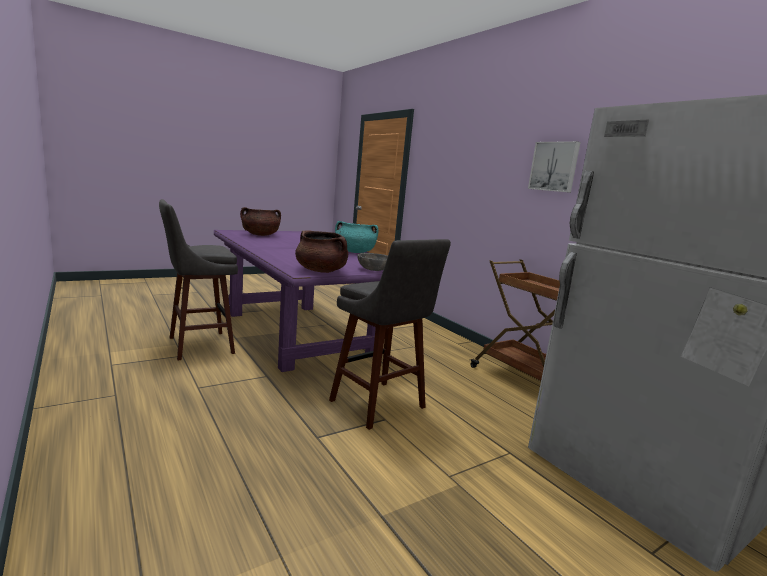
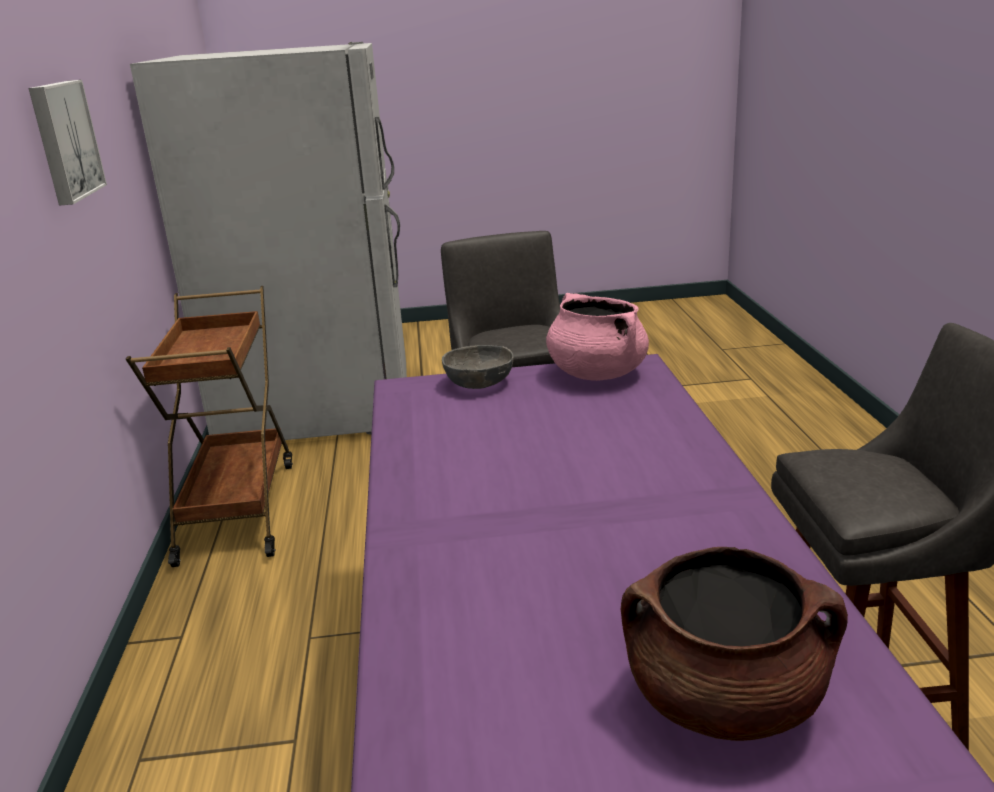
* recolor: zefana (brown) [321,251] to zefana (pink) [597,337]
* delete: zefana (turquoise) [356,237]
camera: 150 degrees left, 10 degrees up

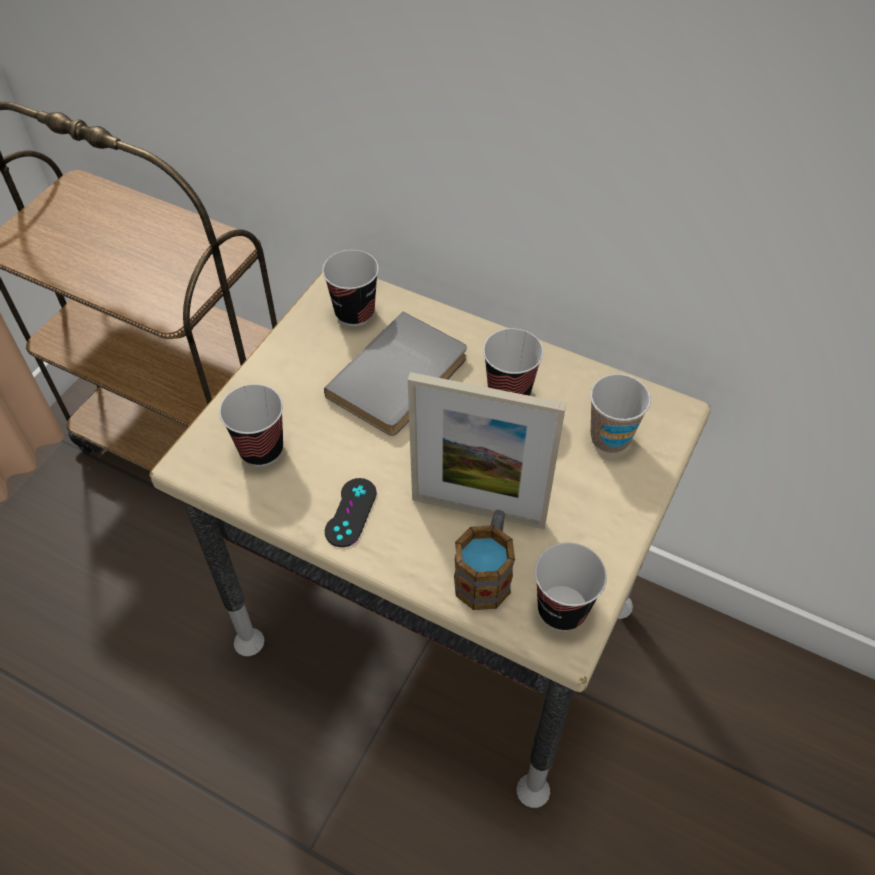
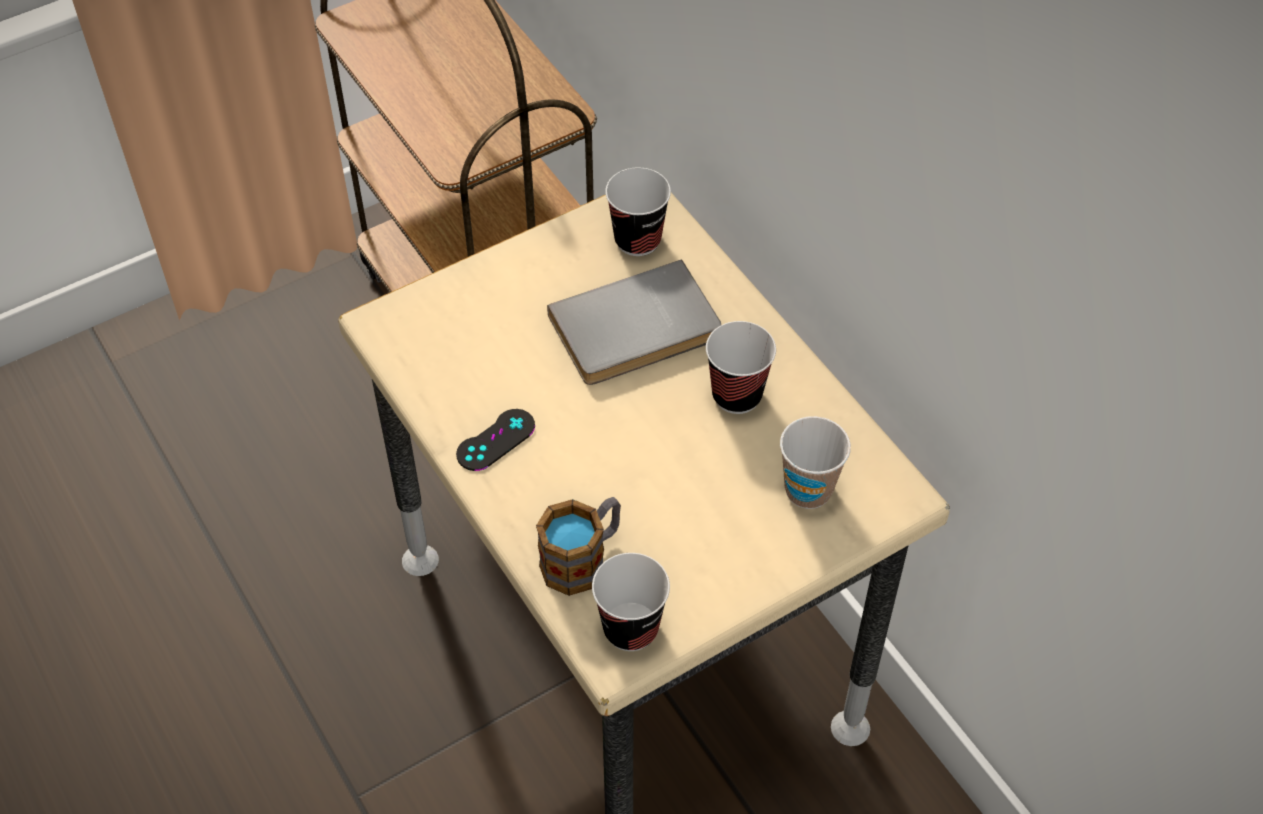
* delete: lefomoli [251,425]
* delete: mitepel [487,450]
camera: 30 degrees right, 0 degrees up

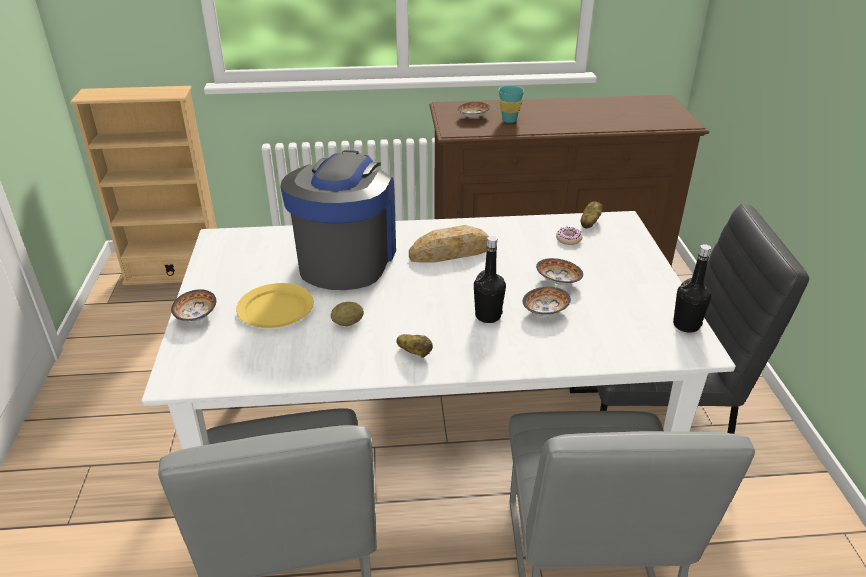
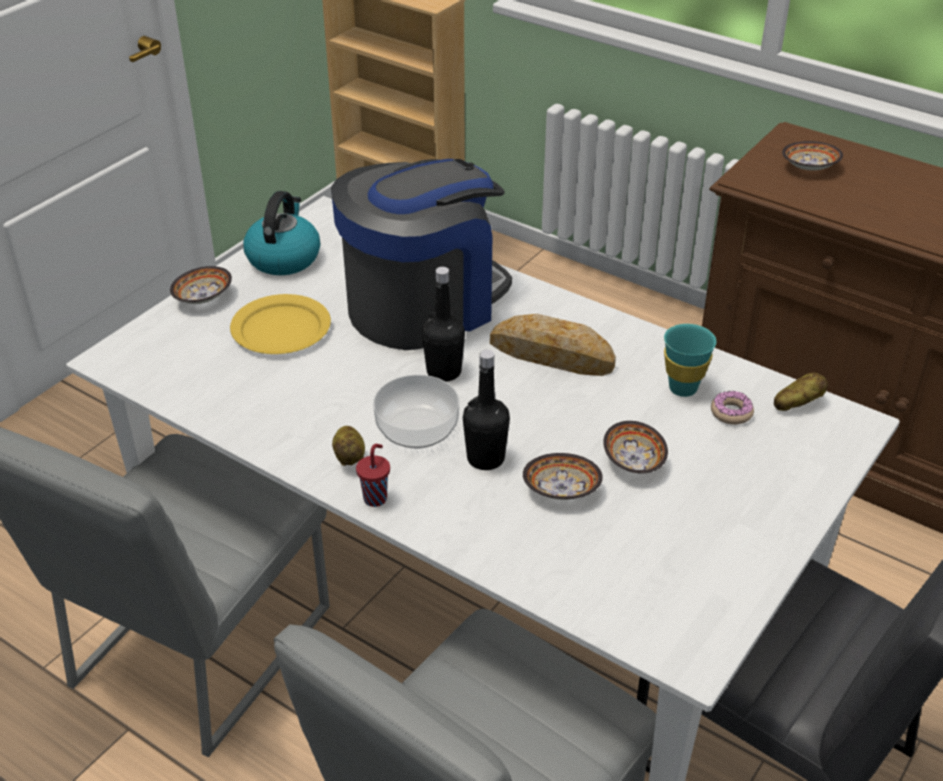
* delete: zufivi [347,314]
* move: lefomoli (turquoise) [511,104] to [690,360]
* move: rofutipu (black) [692,288] to [443,324]
* insert: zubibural [281,233]
* insert: lefomoli (red) [373,475]
* insert: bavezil [416,412]
camera: 40 degrees right, 5 degrees up

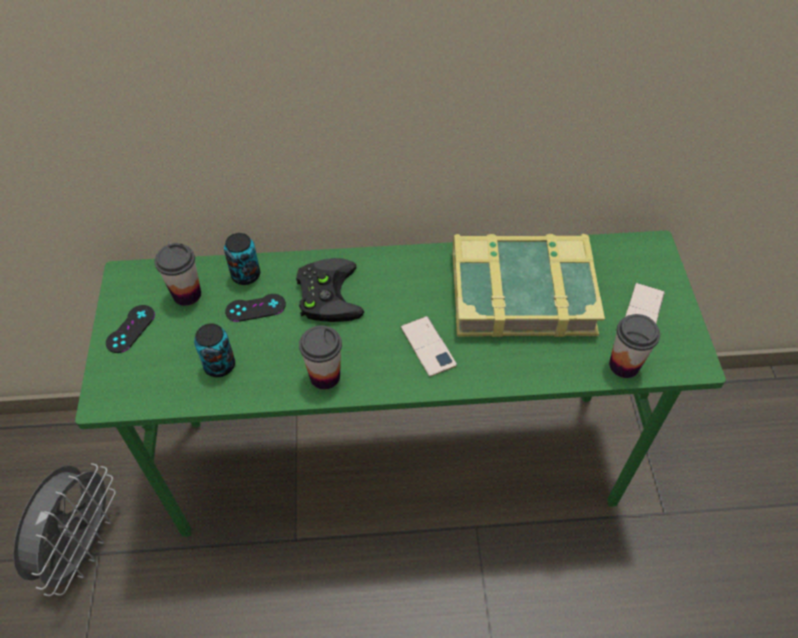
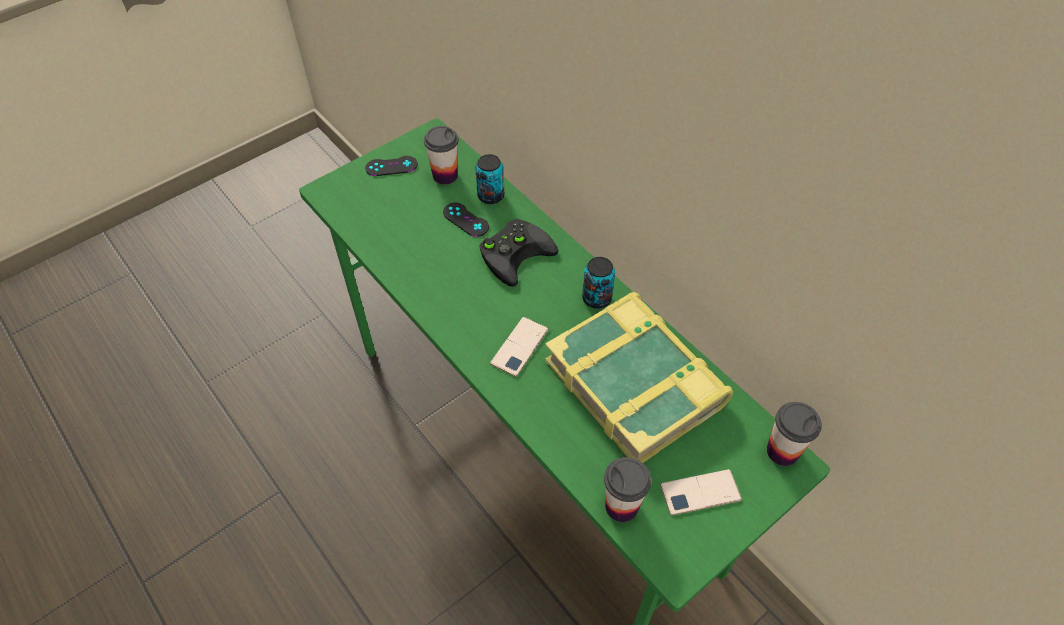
* delete: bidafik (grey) [64,529]
* move: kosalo [214,350] to [598,283]
* move: lefomoli [320,357] to [794,434]
camera: 55 degrees right, 0 degrees up

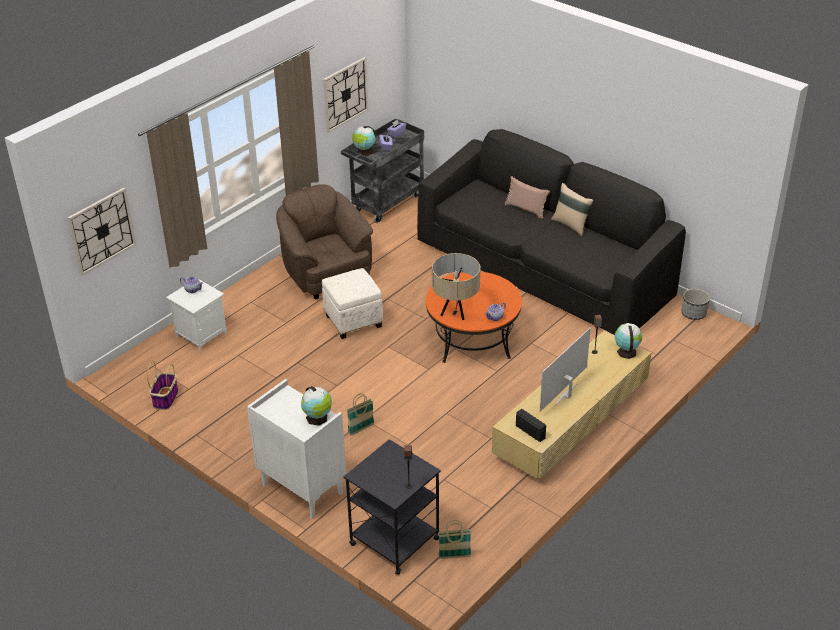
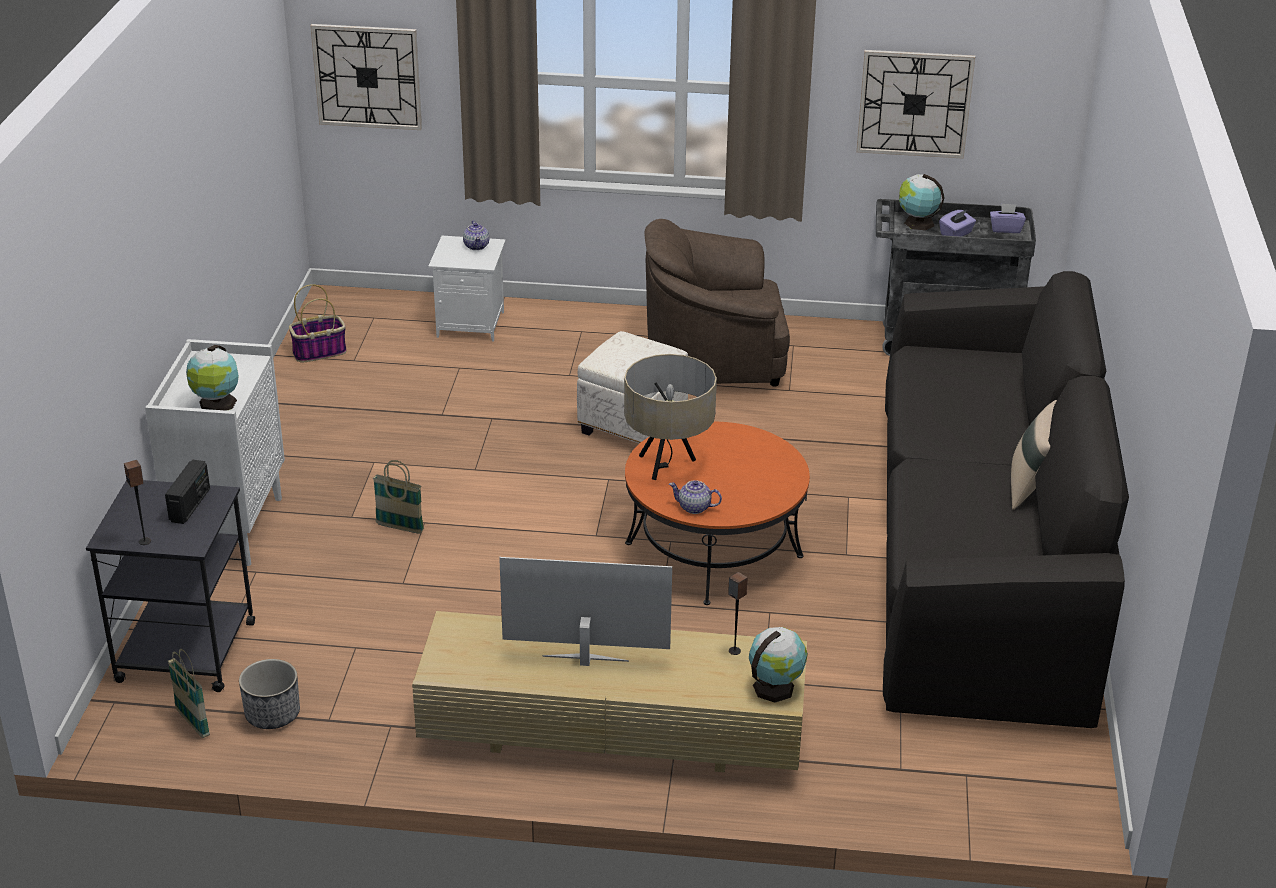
* rotate: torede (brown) [324,241] = [717,303] 120 degrees counterclockwise
* delete: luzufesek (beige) [527,197]
* move: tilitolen [531,425] to [187,492]
* move: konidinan [696,304] to [269,694]
camera: 55 degrees right, 5 degrees down

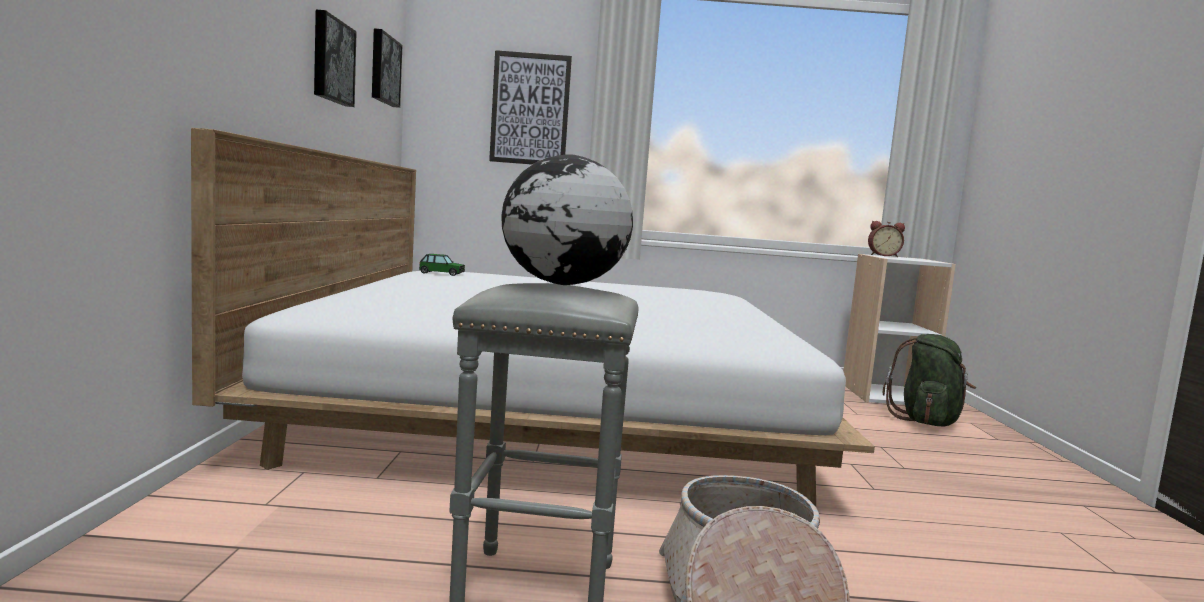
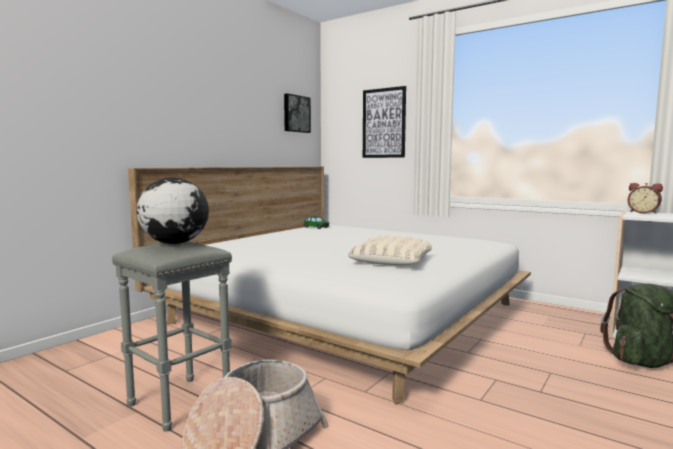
* delete: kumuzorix [335,58]
* insert: luzufesek (beige) [390,250]
camera: 35 degrees right, 0 degrees up

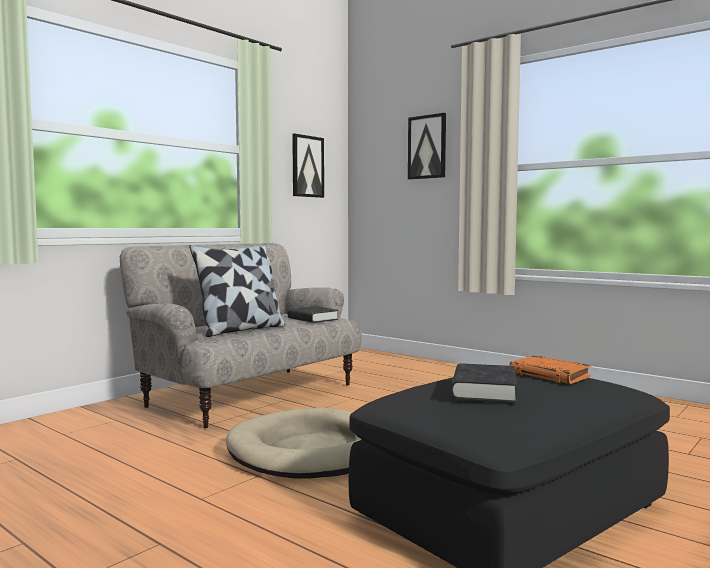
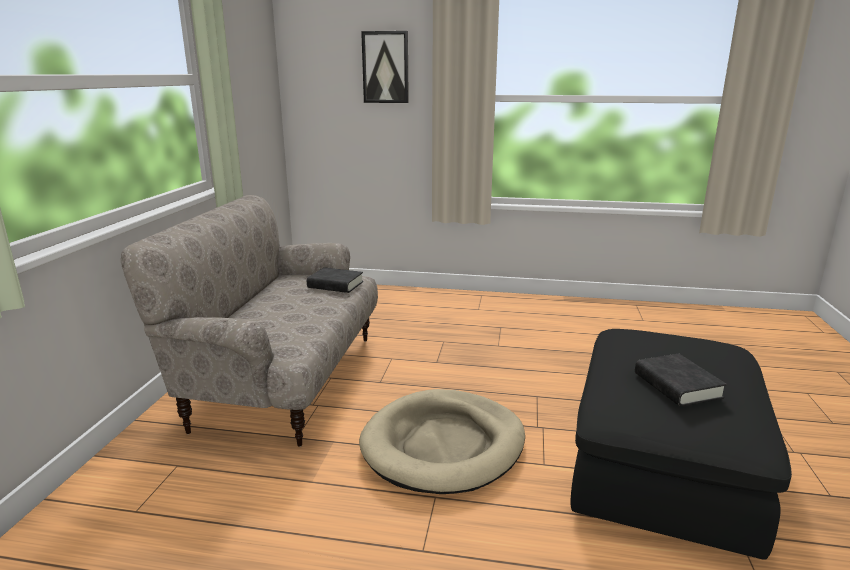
* delete: luzufesek [237,291]
* delete: kumuzorix [308,166]
* delete: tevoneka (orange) [550,369]
camera: 30 degrees left, 15 degrees up

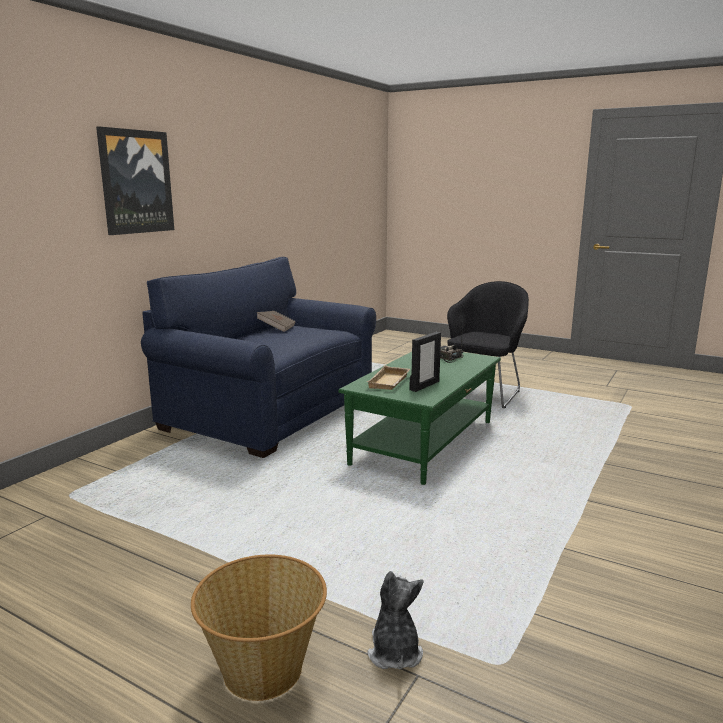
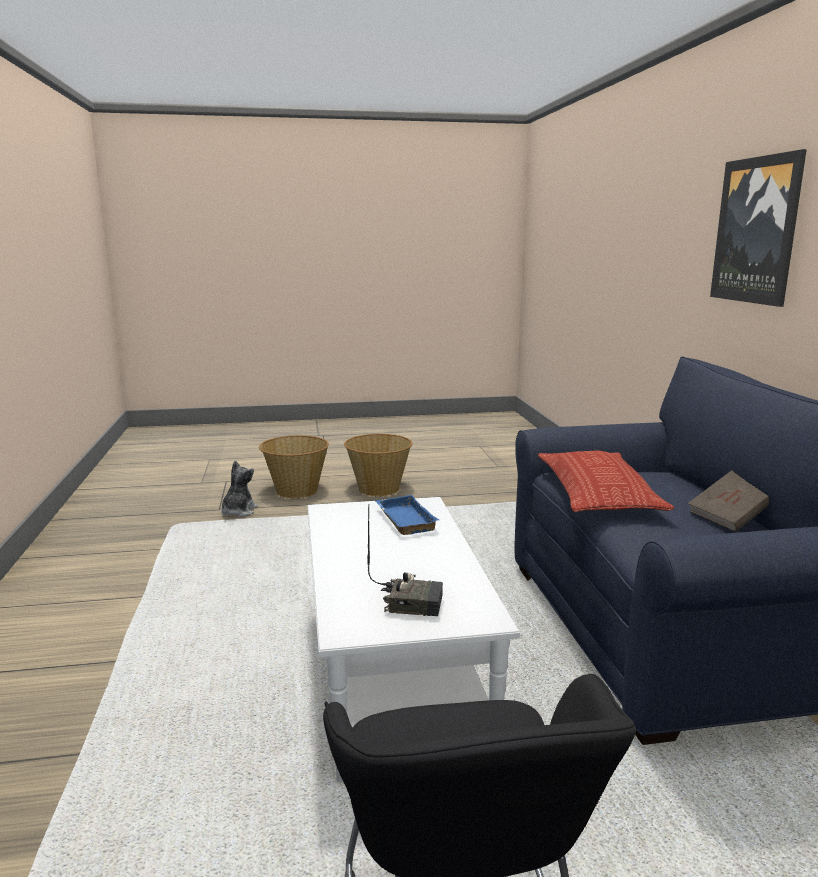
* recolor: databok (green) [419,418] to databok (white) [414,640]
* recolor: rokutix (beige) [388,377] to rokutix (blue) [407,515]
* rotate: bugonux [395,620] = [239,488] 120 degrees counterclockwise
* delete: mitepel [425,362]
* insert: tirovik [378,465]
* insert: luzufesek [606,481]
camera: 140 degrees right, 0 degrees up

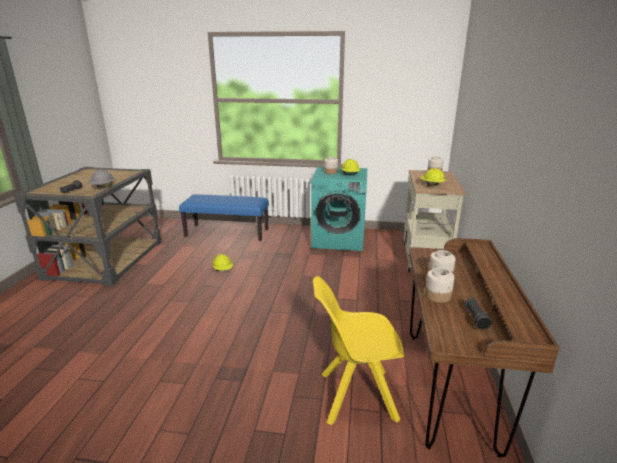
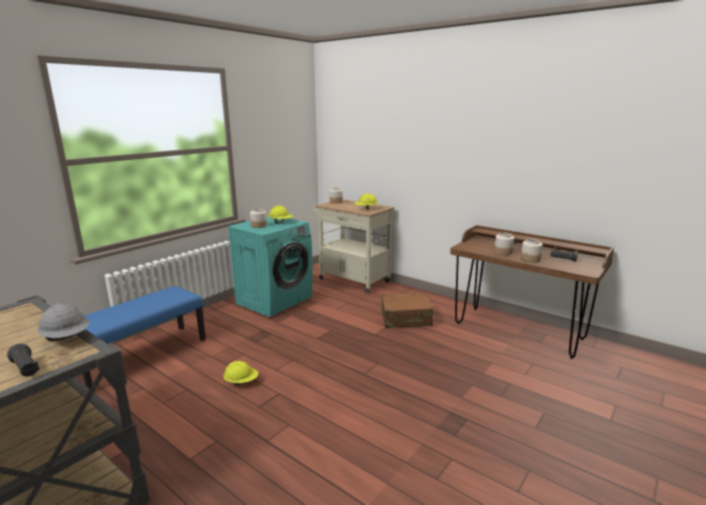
* delete: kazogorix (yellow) [358,350]
* insert: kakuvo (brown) [407,310]
camera: 60 degrees left, 5 degrees down

